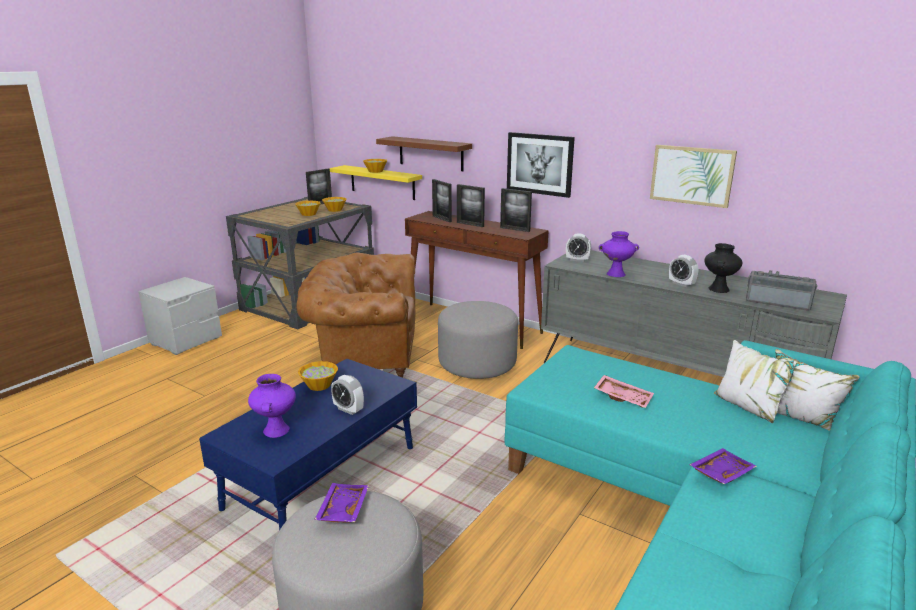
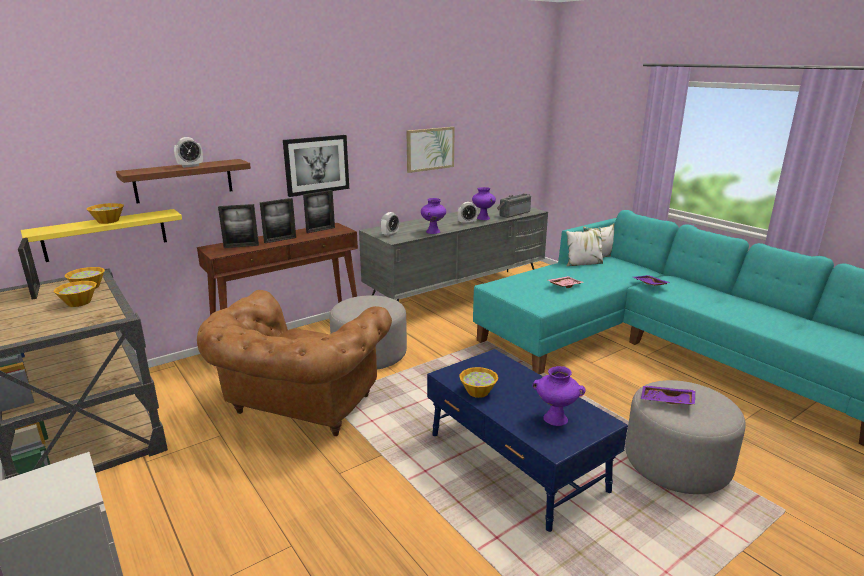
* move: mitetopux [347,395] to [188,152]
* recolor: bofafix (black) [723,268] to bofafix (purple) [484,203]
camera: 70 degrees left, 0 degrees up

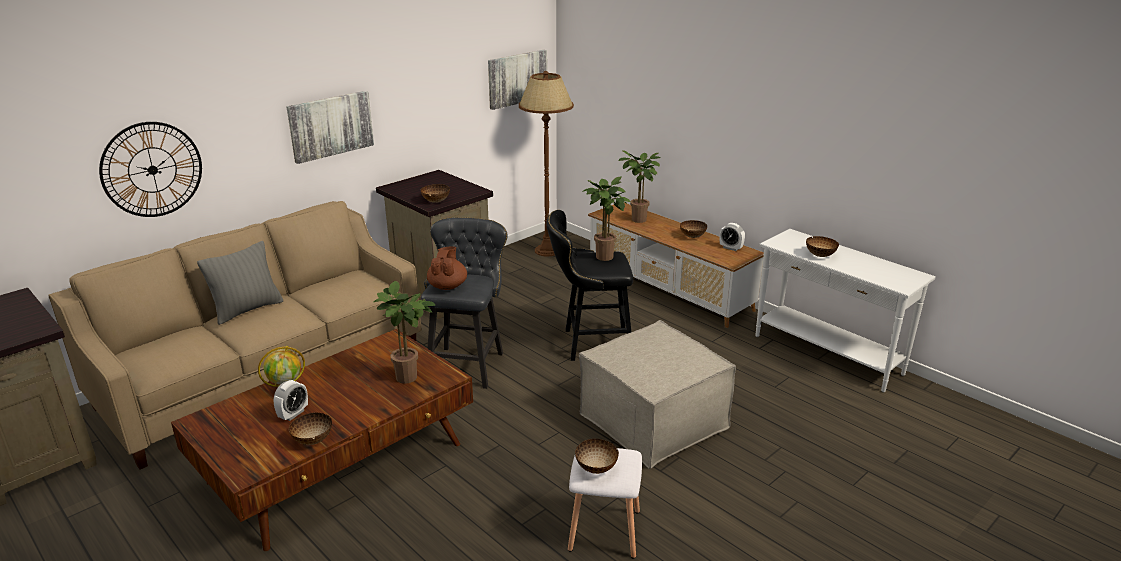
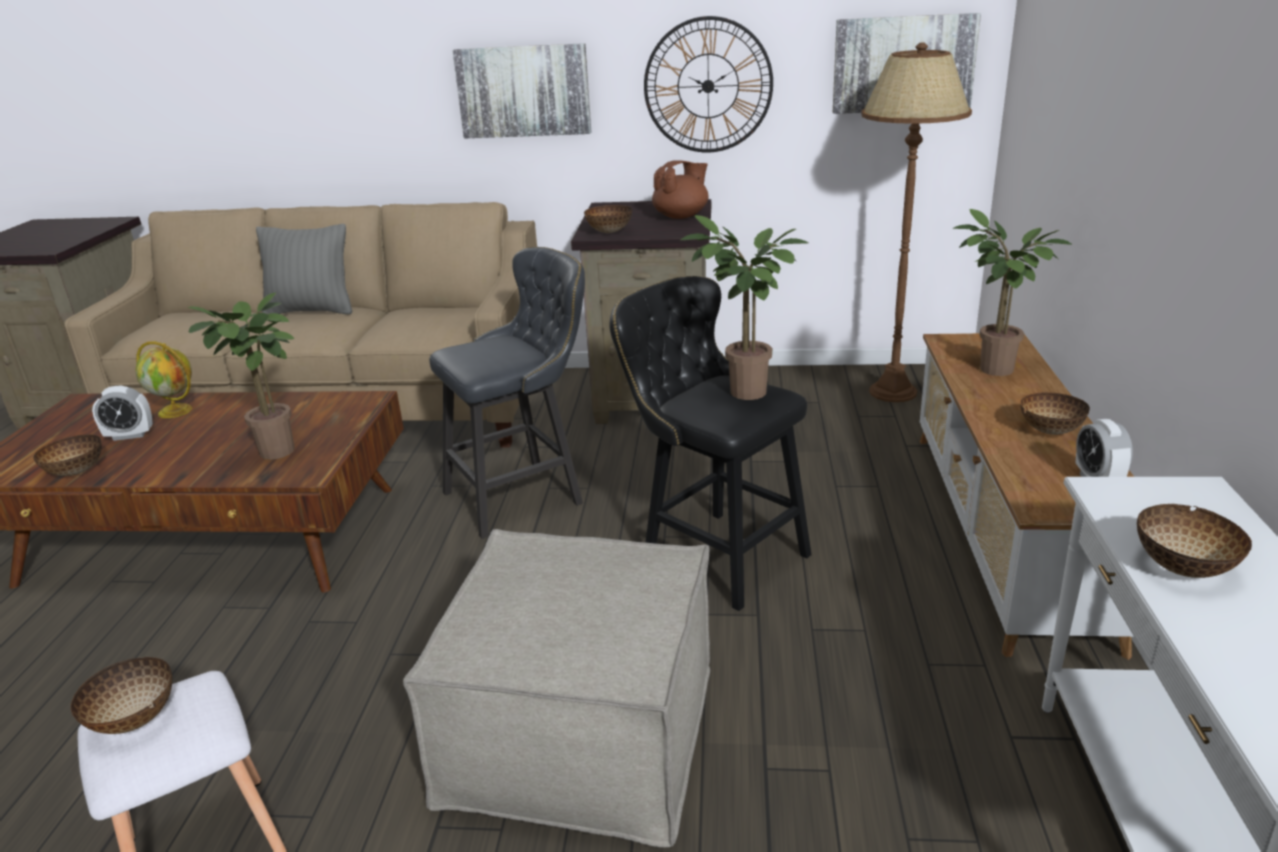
* move: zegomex [150,169] to [708,84]
* move: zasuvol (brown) [447,268] to [680,189]
camera: 50 degrees right, 0 degrees up

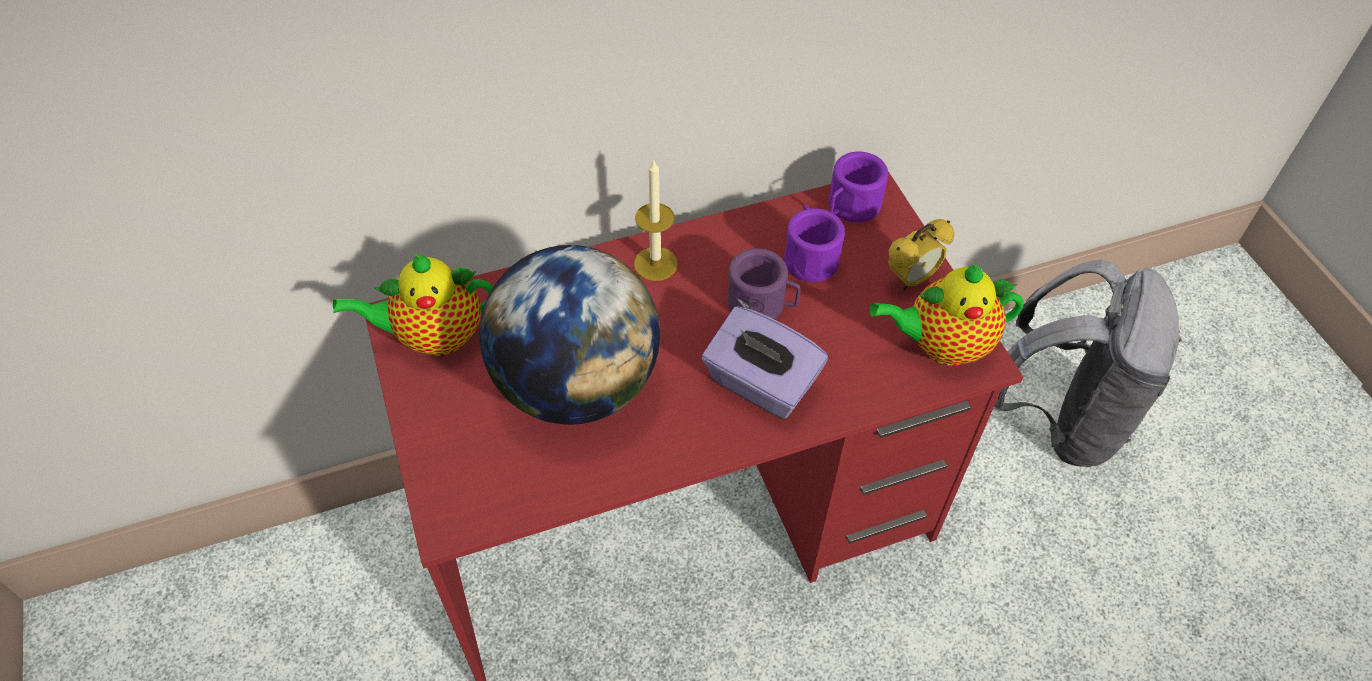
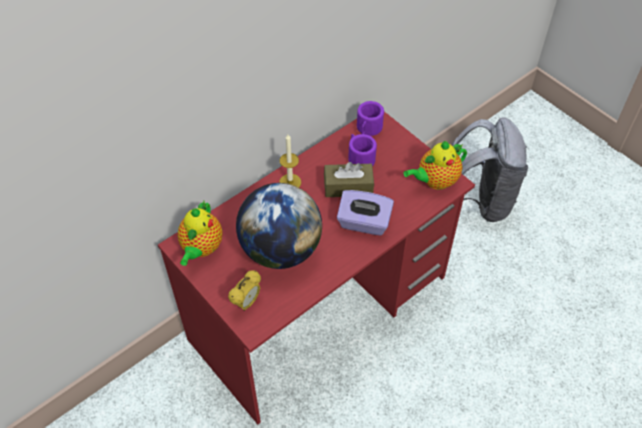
* rotate: zasuvol [413,305] = [200,233] 45 degrees counterclockwise
* replace: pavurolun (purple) [764,283] to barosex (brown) [349,179]
* move: mitetopux [921,254] to [244,290]
camera: 20 degrees left, 0 degrees up

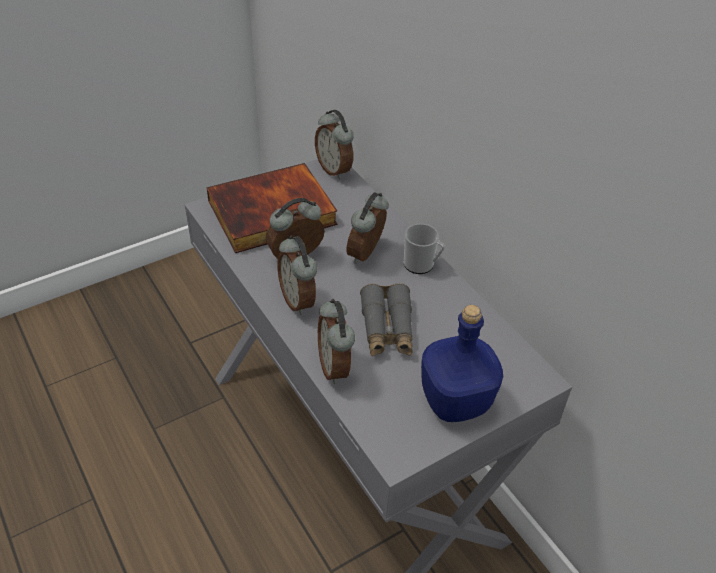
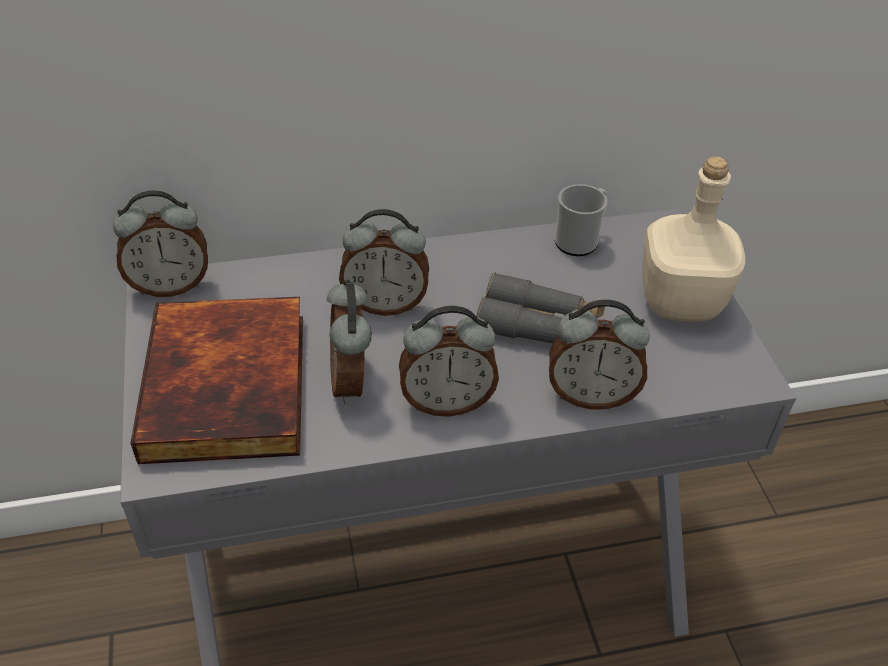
* rotate: mitetopux [367,228] = [384,262] 45 degrees counterclockwise
* move: pavurolun [424,249] to [581,220]
* recolor: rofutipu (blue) [462,363] to rofutipu (beige) [693,239]
camera: 70 degrees left, 0 degrees up

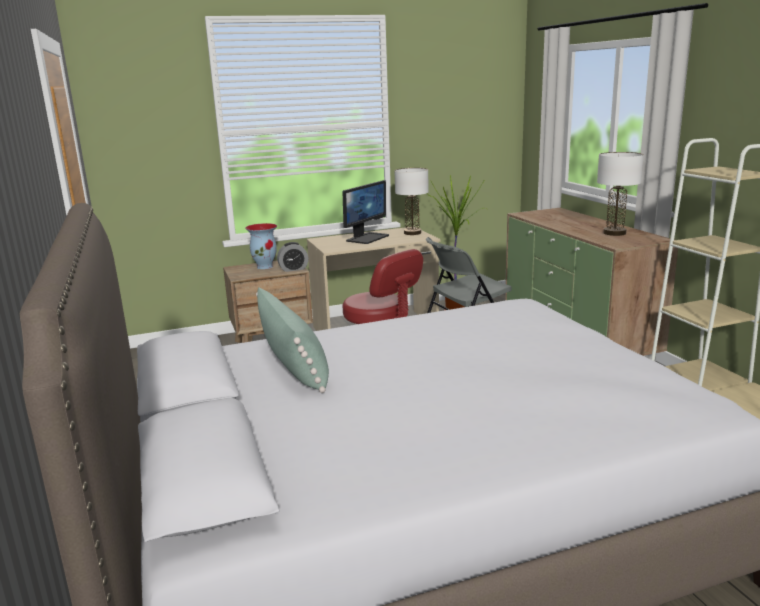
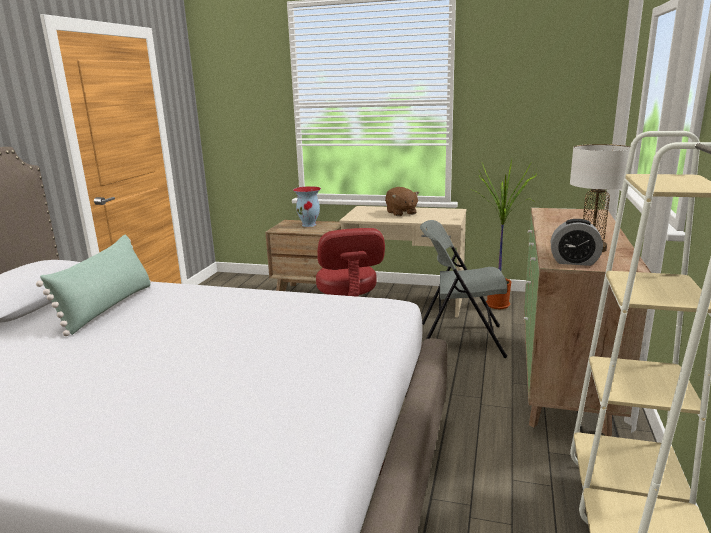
* move: mitetopux [292,257] to [576,242]
* replace: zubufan [366,212] to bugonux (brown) [402,201]
* delete: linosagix [412,201]
camera: 35 degrees right, 0 degrees up

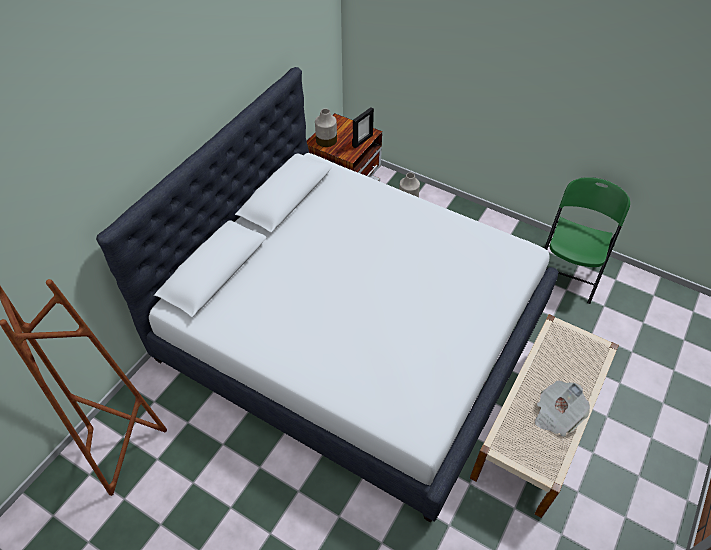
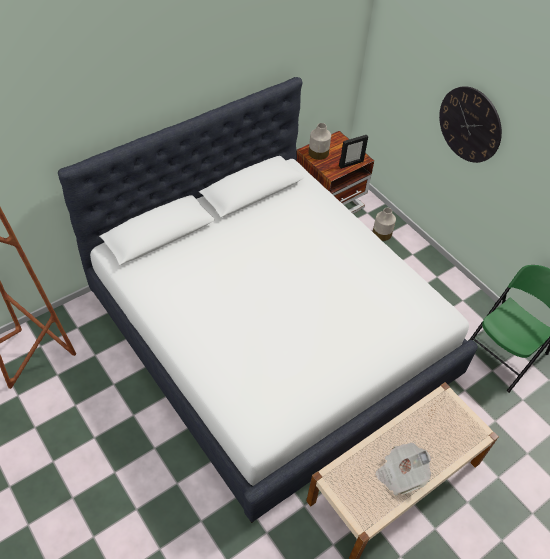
* insert: zegomex [470,124]
camera: 20 degrees right, 0 degrees up

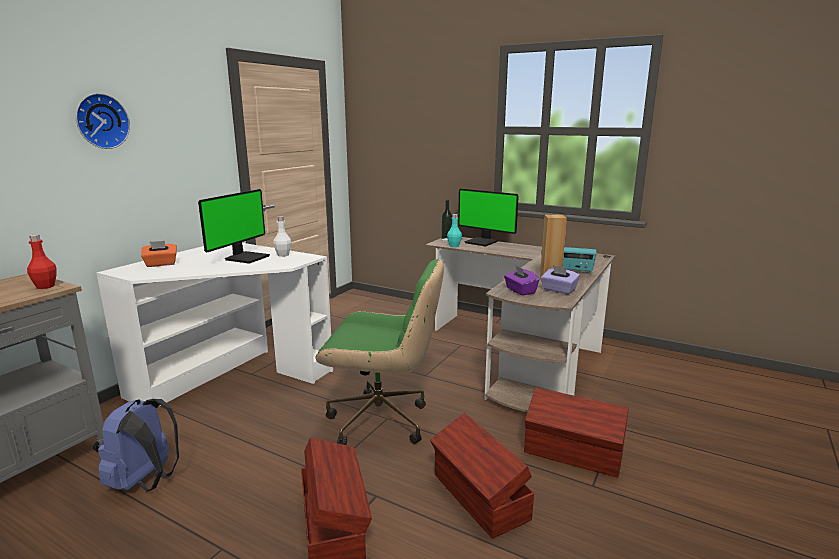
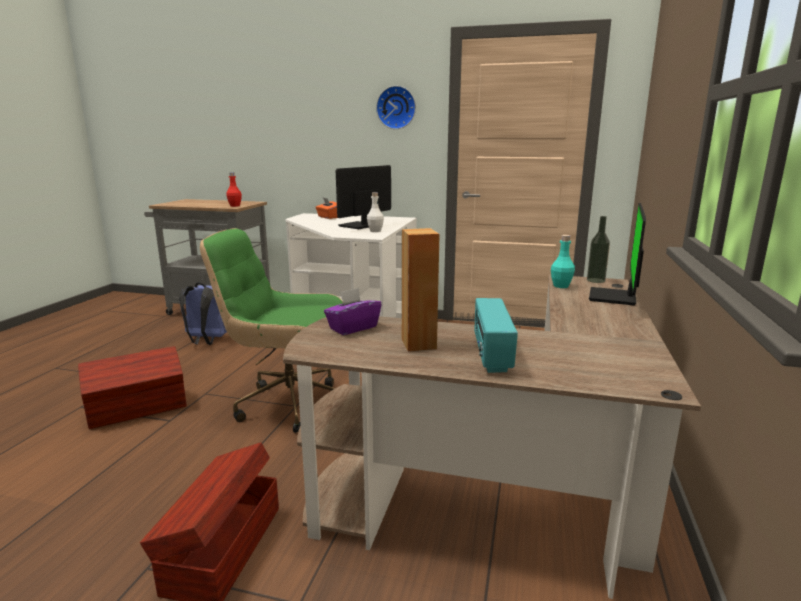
* move: zegomex [103,121] to [396,107]
* rotate: zubufan [234,226] = [363,197] 120 degrees clockwise
* rotate: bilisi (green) [379,352] = [271,330] 105 degrees clockwise
* delete: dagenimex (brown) [482,476]
* delete: barosex (purple) [560,279]
camera: 75 degrees right, 0 degrees up

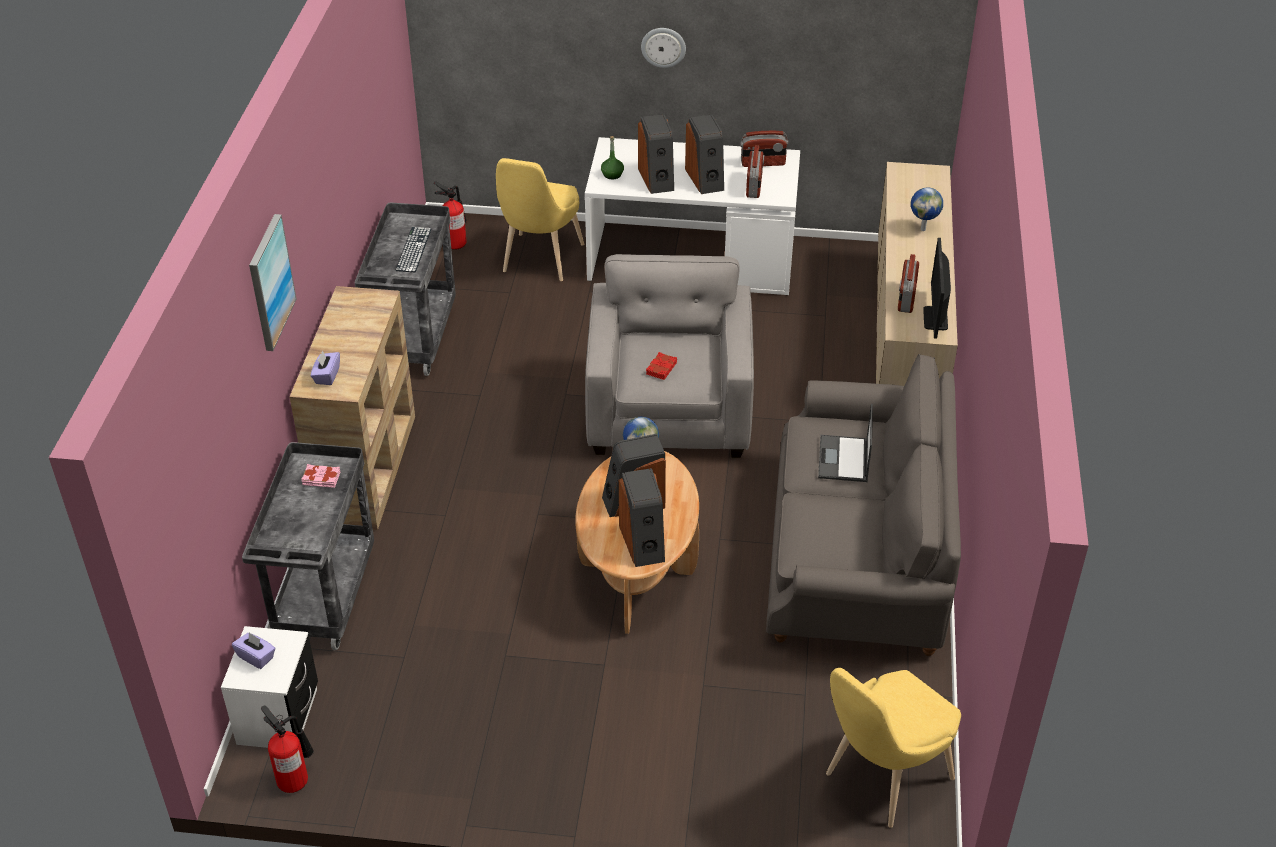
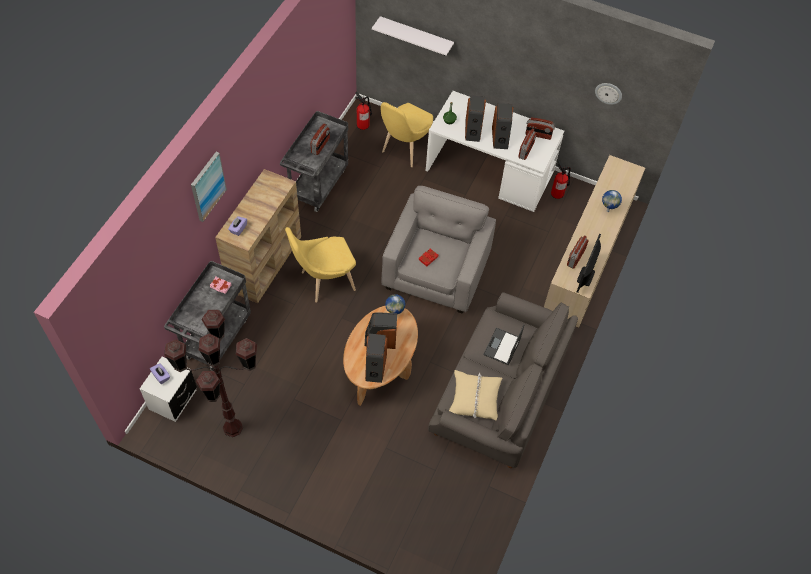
* move: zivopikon [287,749] to [561,179]
* replace: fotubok [413,250] to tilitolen [320,139]
* move: zegomex [663,48] to [608,94]
* move: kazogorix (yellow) [893,748] to [320,265]
* insert: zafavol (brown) [210,373]
* insert: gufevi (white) [413,36]
* insert: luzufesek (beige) [476,395]
camera: 15 degrees right, 15 degrees up

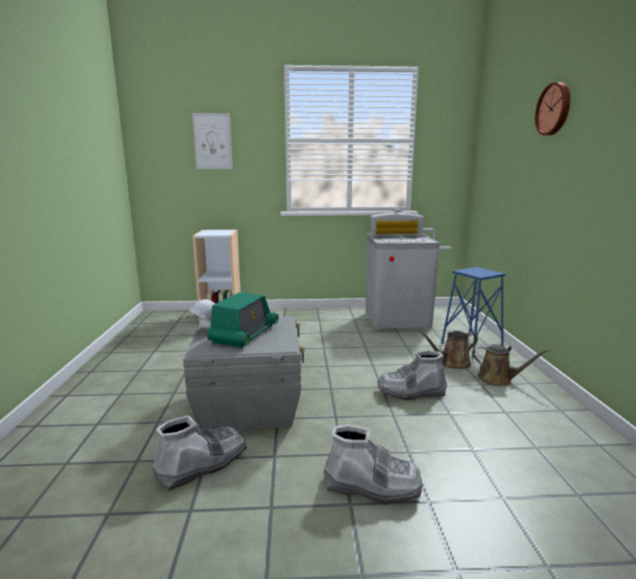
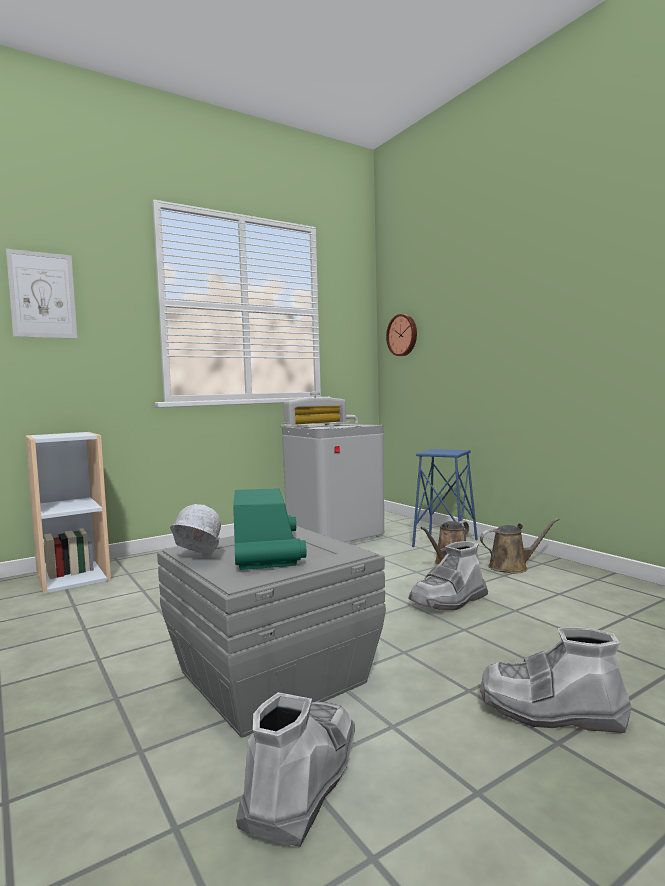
* rotate: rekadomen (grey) [372,464] = [556,680] 150 degrees counterclockwise
* move: zegomex [552,108] to [401,335]
camera: 30 degrees left, 10 degrees down

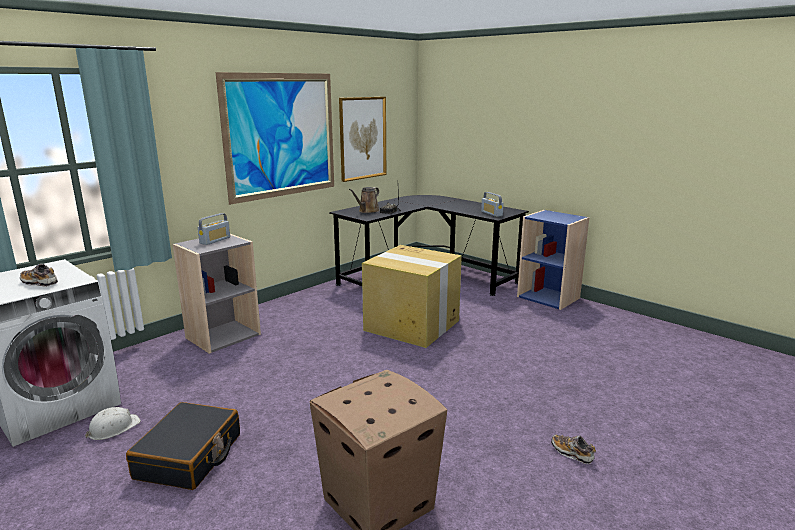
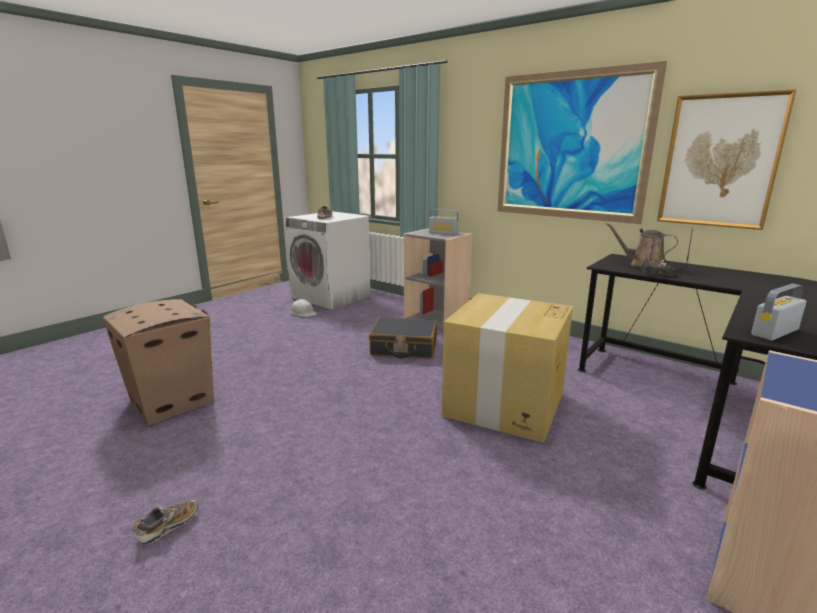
* move: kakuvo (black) [183,446] to [403,338]
camera: 85 degrees right, 0 degrees up

